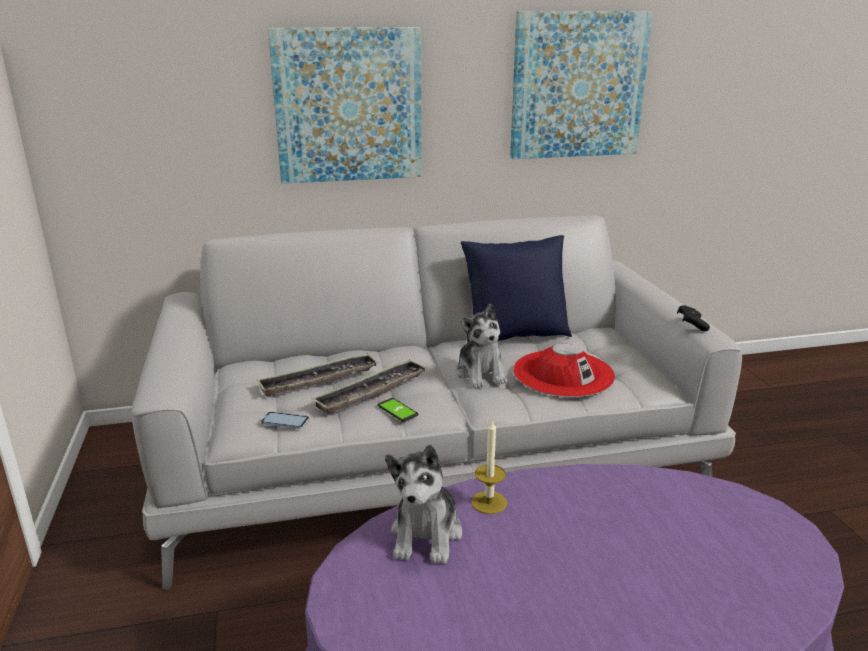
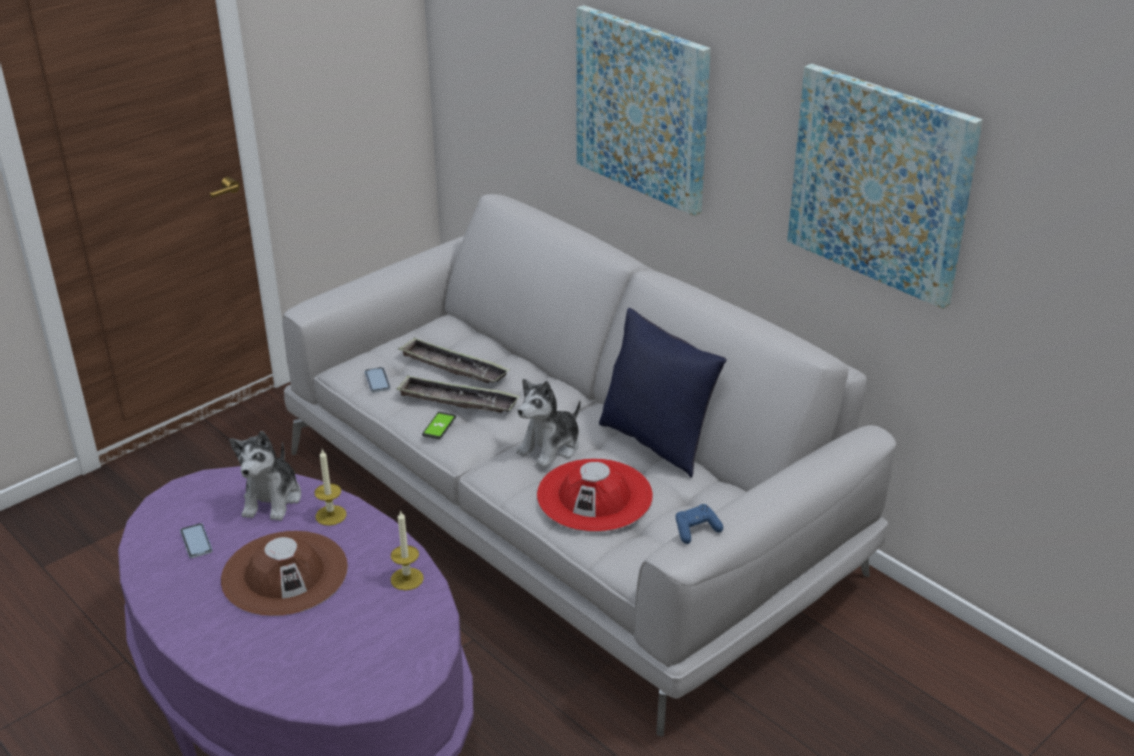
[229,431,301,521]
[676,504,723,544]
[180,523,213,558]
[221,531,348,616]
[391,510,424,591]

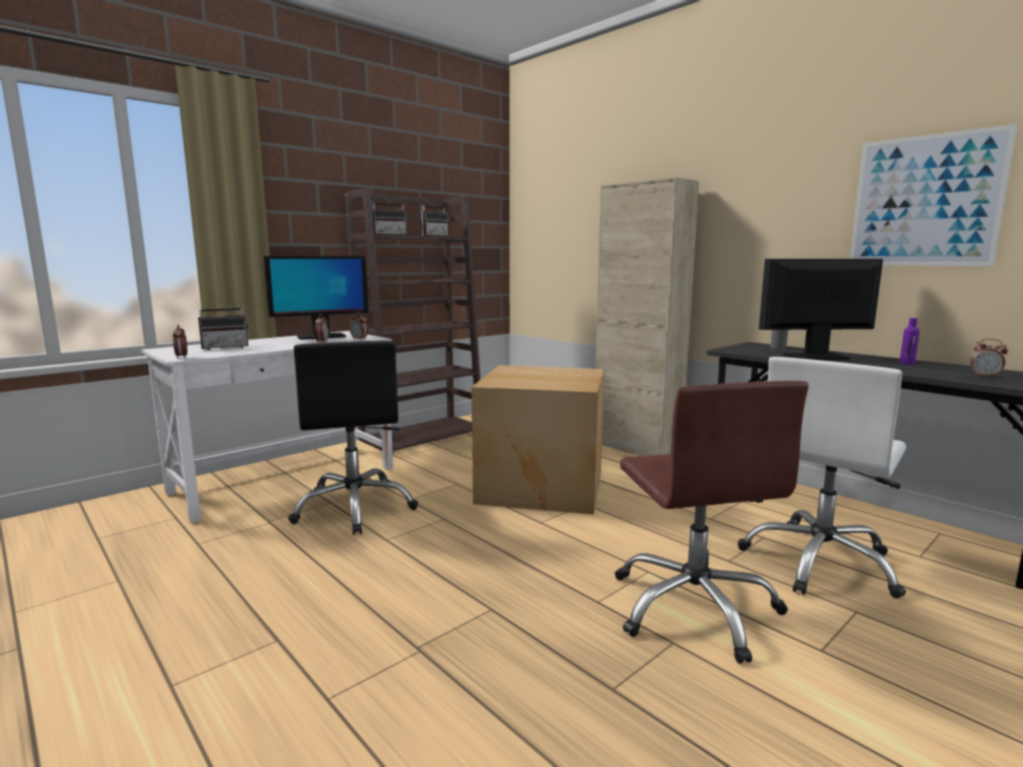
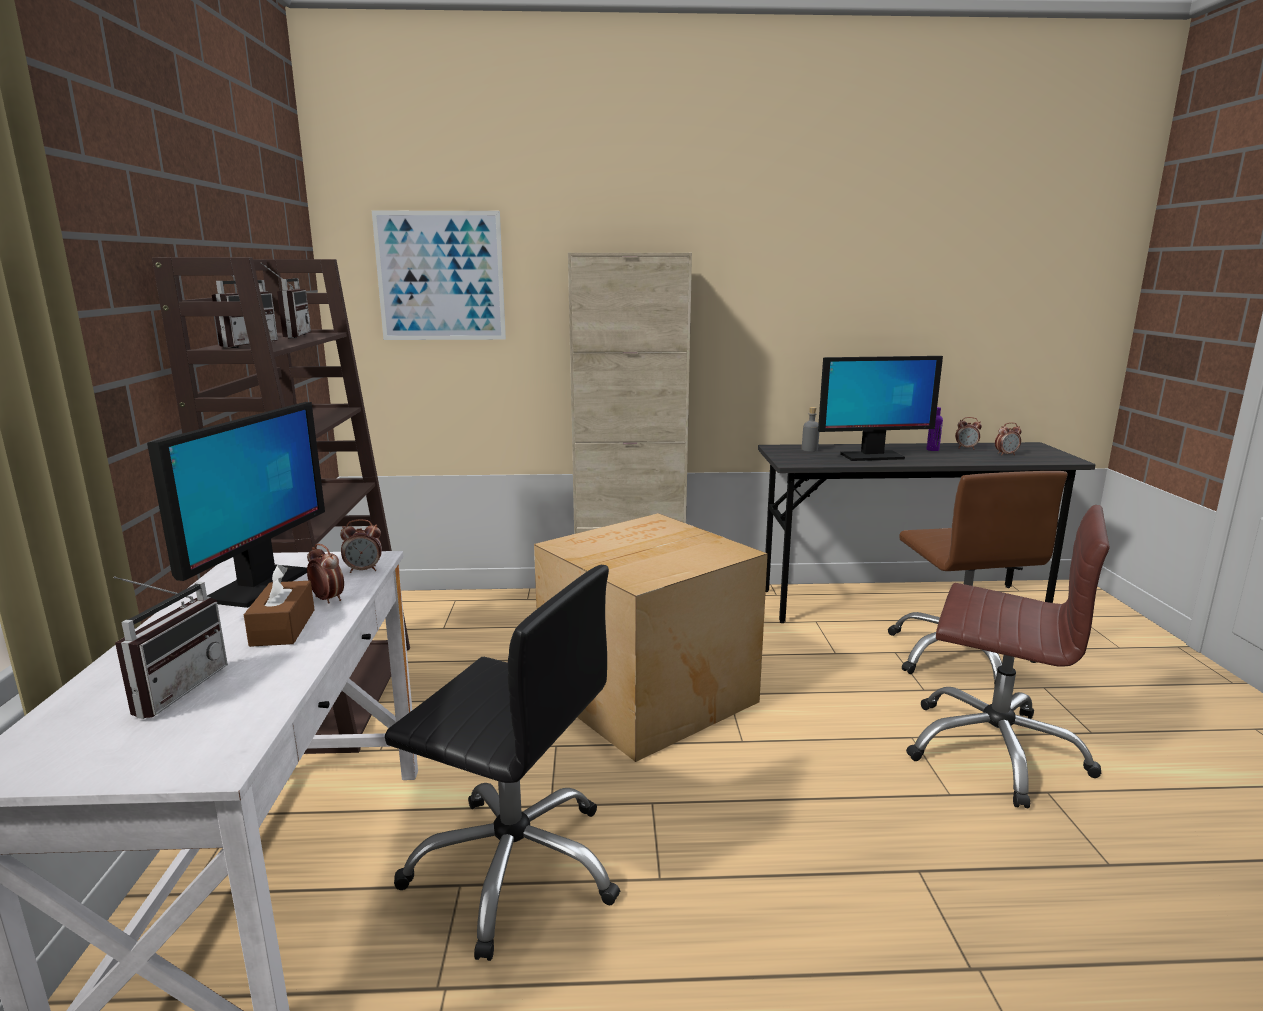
[955,417,982,449]
[888,471,1067,688]
[818,356,943,461]
[372,211,506,340]
[244,565,315,647]

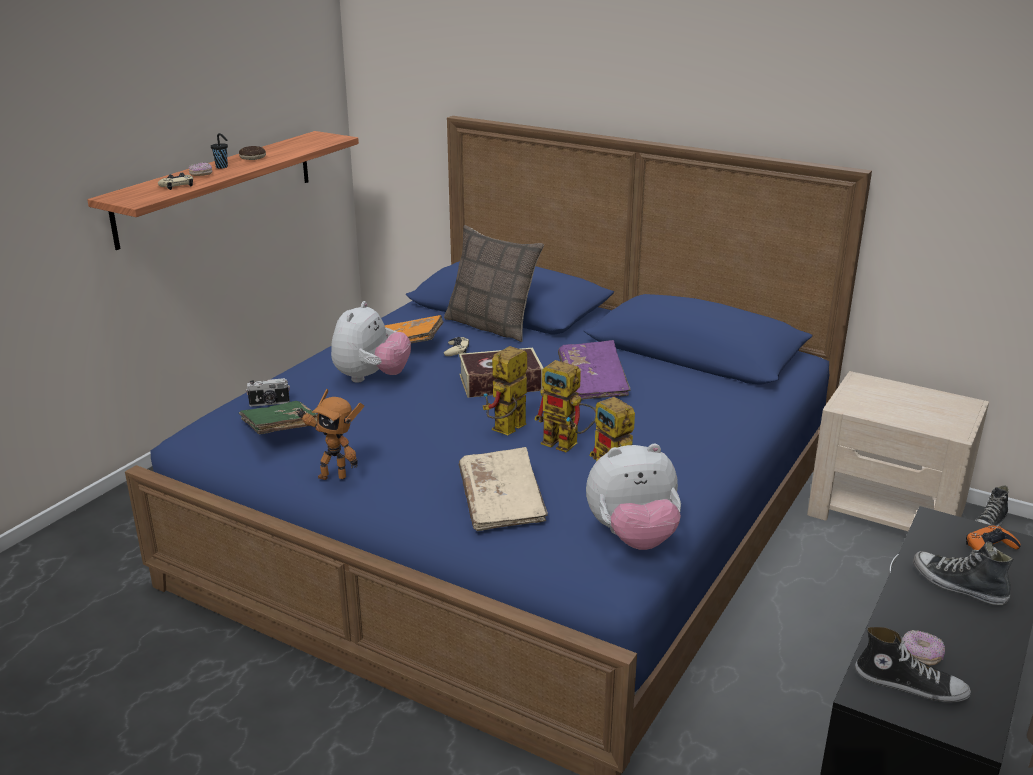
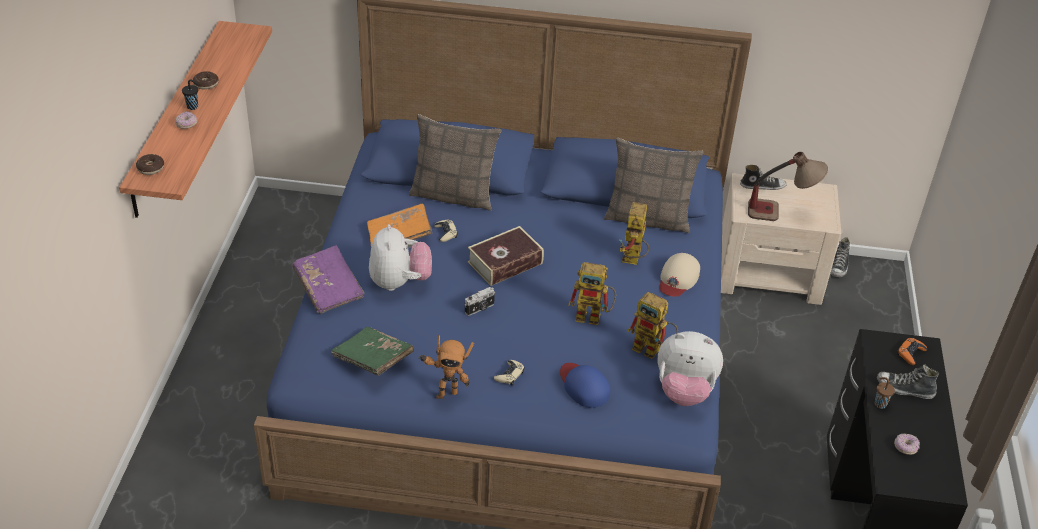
[494,360,525,386]
[465,287,495,316]
[560,363,610,408]
[619,202,649,265]
[292,245,364,314]
[658,331,723,406]
[740,165,787,190]
[136,154,164,175]
[604,138,704,233]
[659,253,700,297]
[748,152,828,221]
[875,377,895,409]

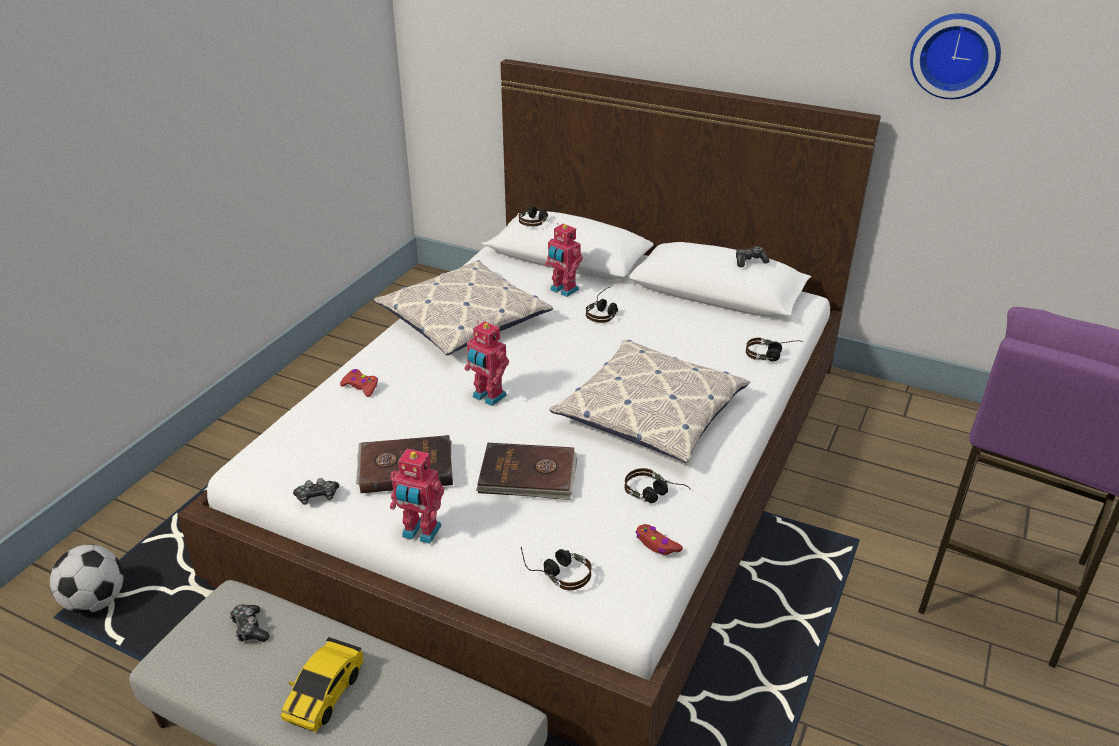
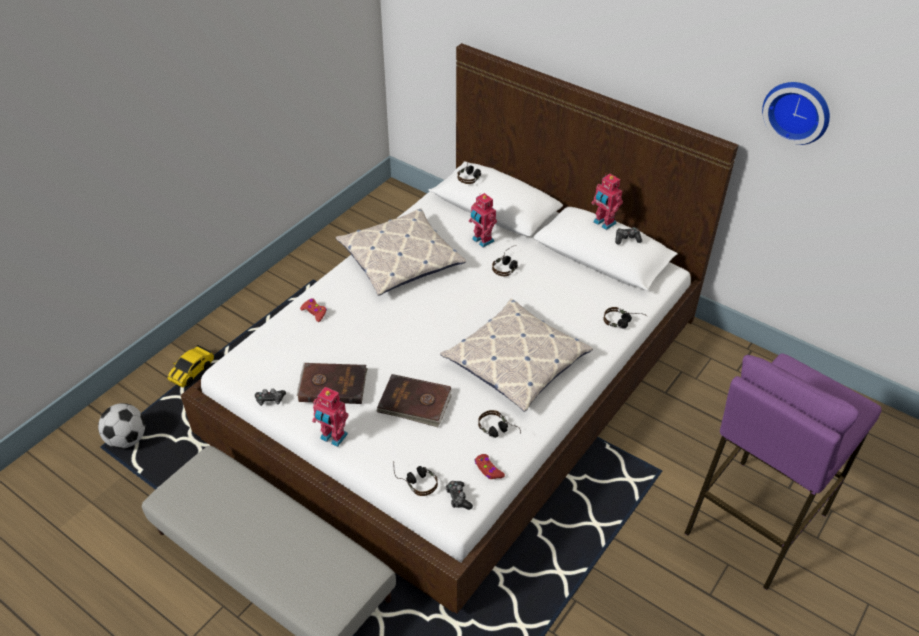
[446,481,473,510]
[167,344,214,388]
[591,174,623,230]

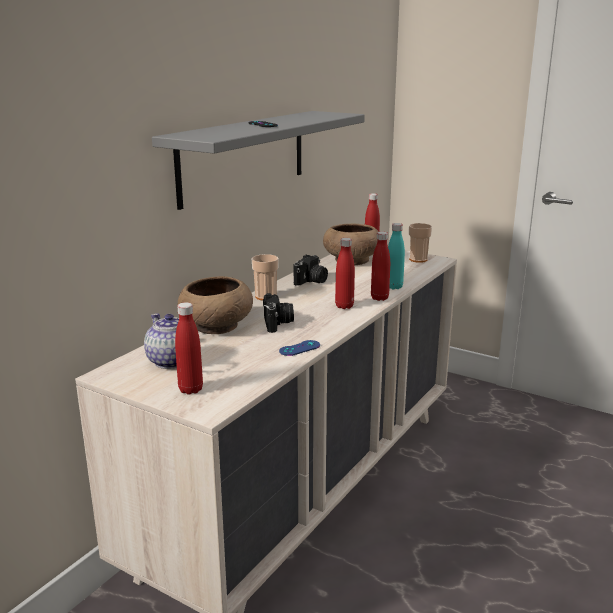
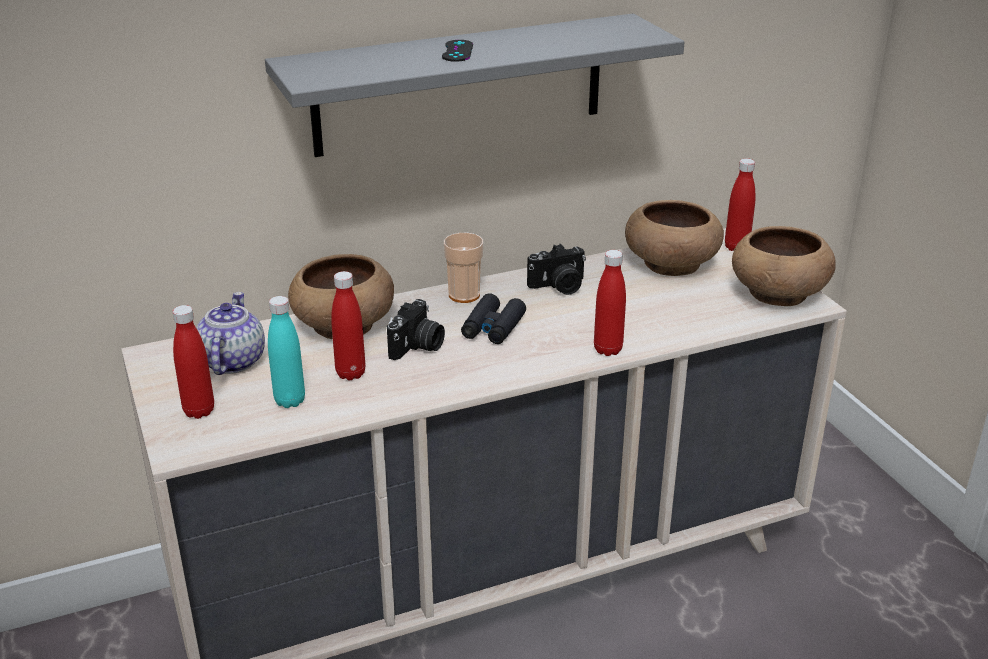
[279,340,320,356] (first image)
[331,271,366,380]
[268,296,305,408]
[732,226,836,306]
[461,293,526,344]

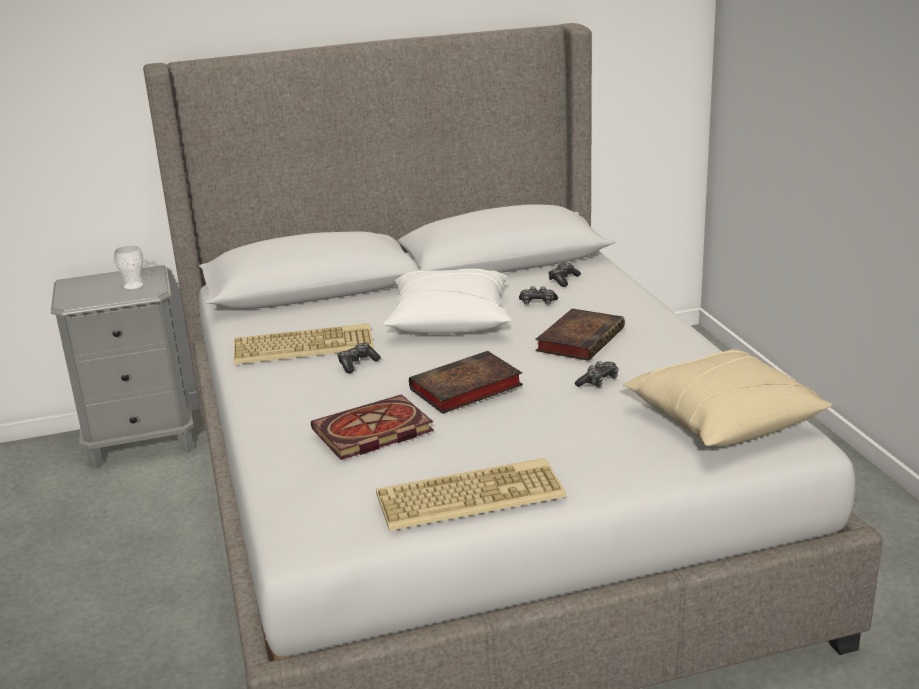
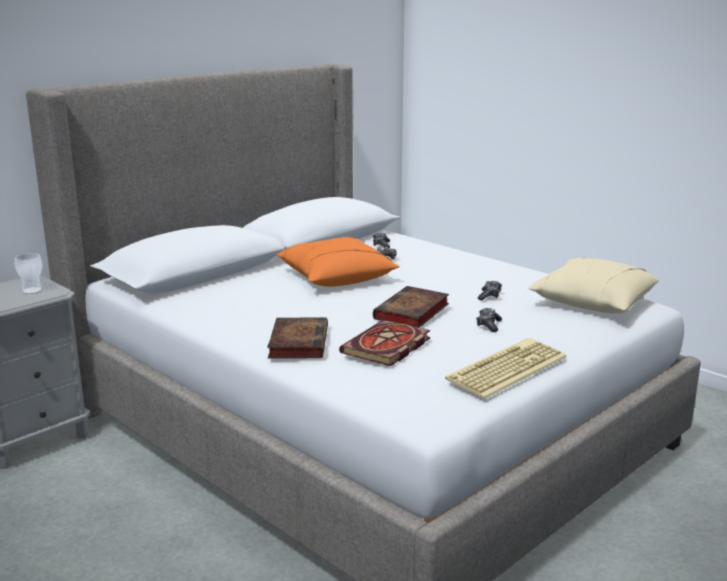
[234,323,374,364] (first image)
[476,308,502,332]
[276,237,400,287]
[267,317,328,359]

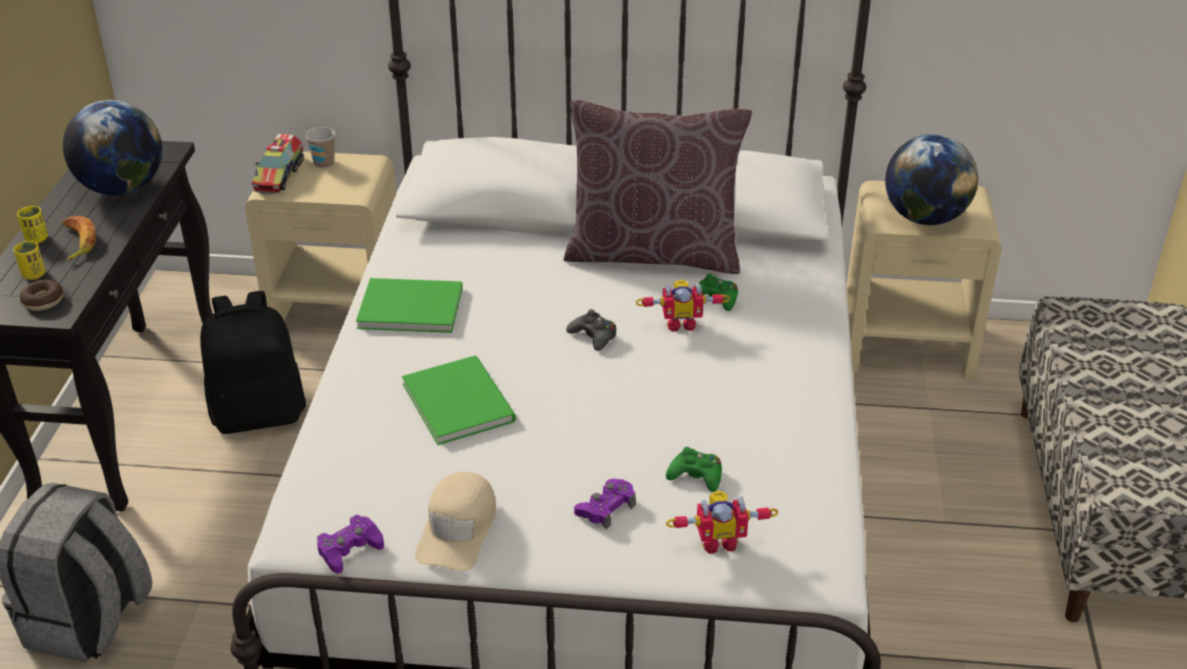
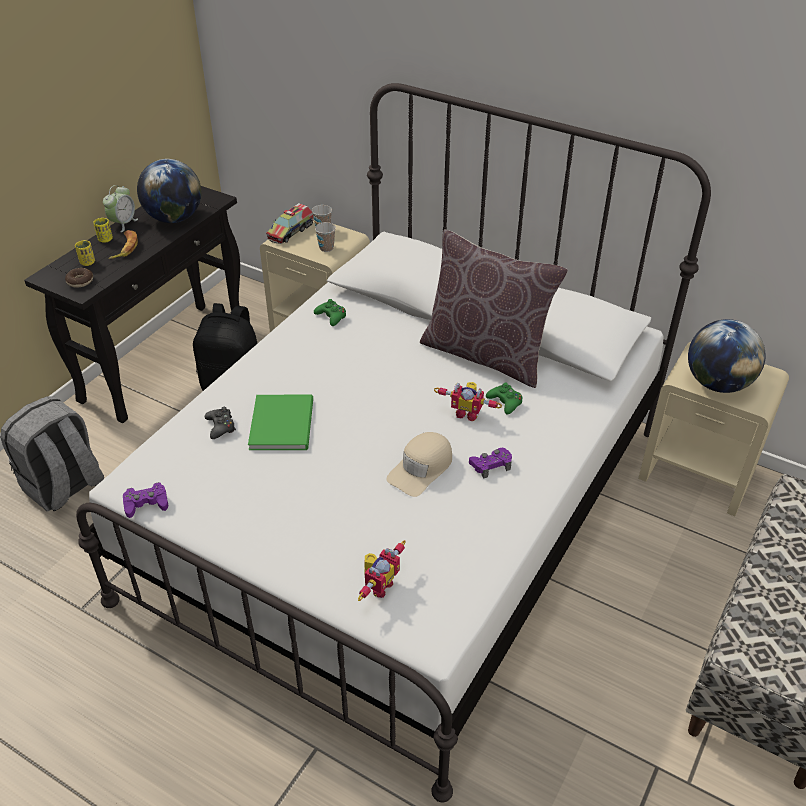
[356,278,463,333] (first image)
[387,432,452,497]
[205,407,236,439]
[469,448,512,479]
[314,299,346,326]
[358,540,406,601]
[103,185,138,232]
[315,222,336,252]

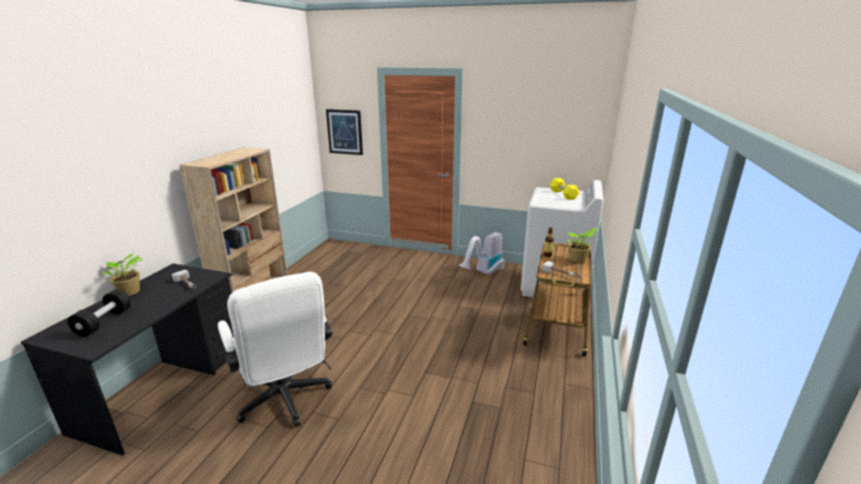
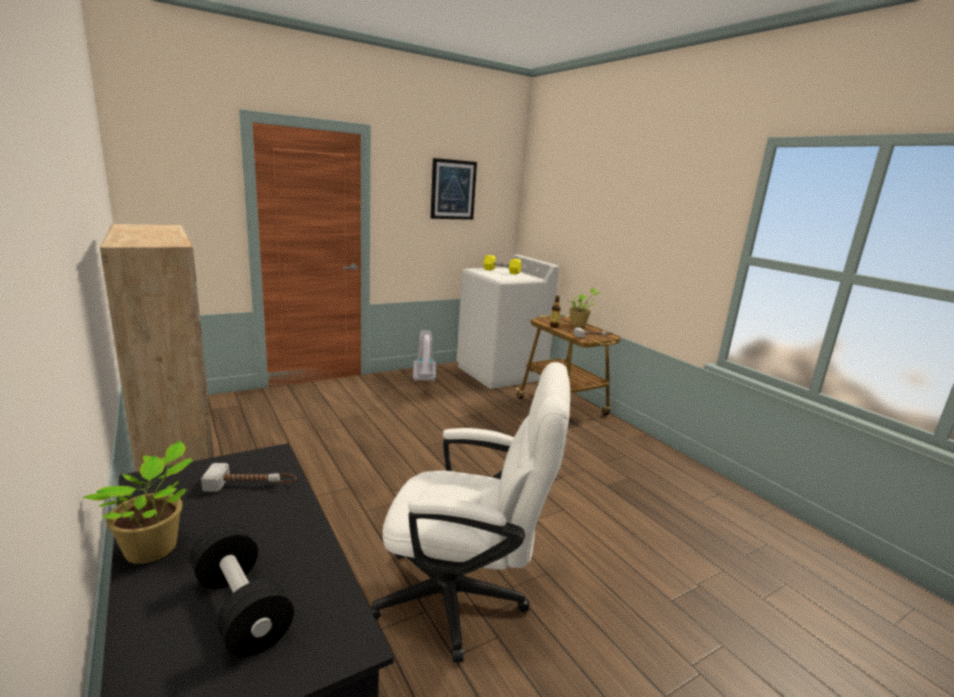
[430,158,477,220]

